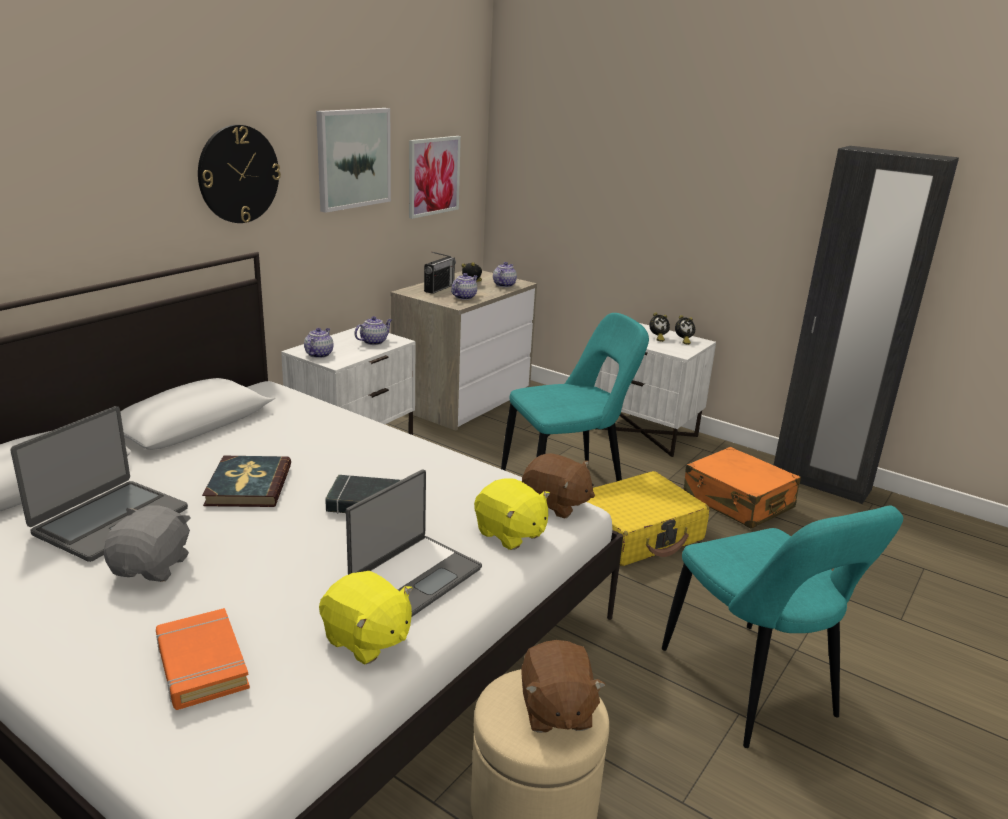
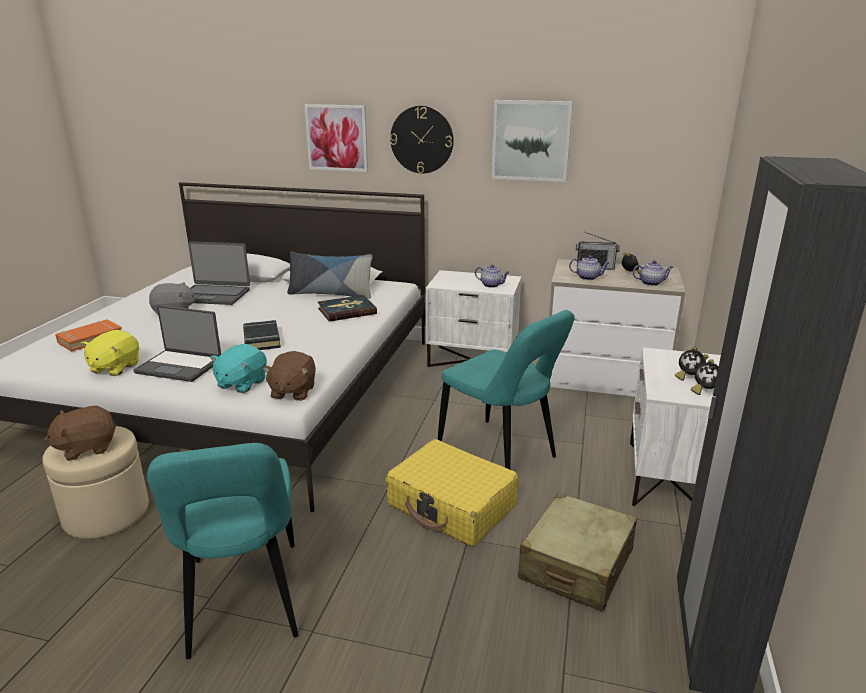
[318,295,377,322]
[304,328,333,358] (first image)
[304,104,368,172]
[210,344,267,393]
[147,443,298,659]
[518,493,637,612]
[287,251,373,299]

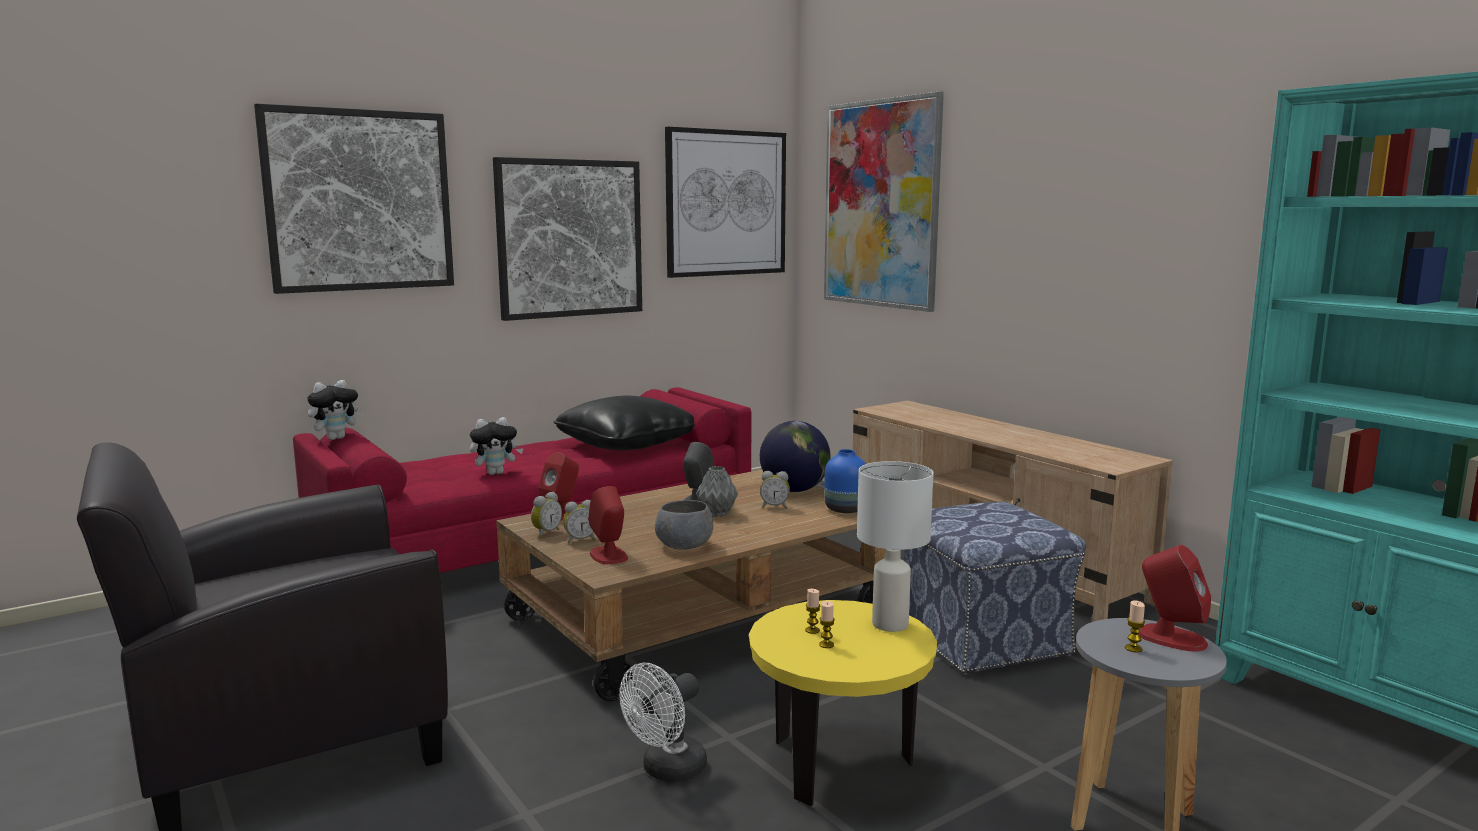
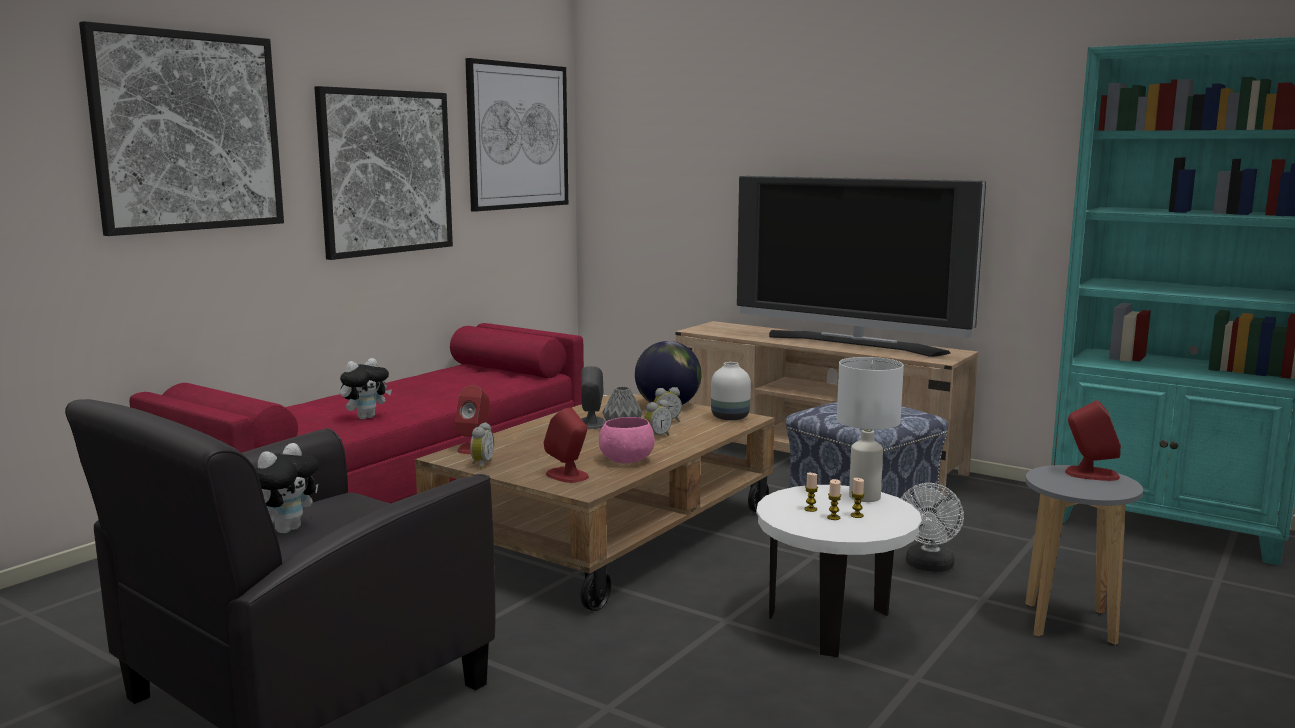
[255,443,319,533]
[554,395,695,450] (first image)
[644,400,672,436]
[901,483,964,572]
[599,417,655,463]
[756,485,922,657]
[824,91,944,312] (first image)
[711,362,751,420]
[851,478,865,518]
[737,176,986,357]

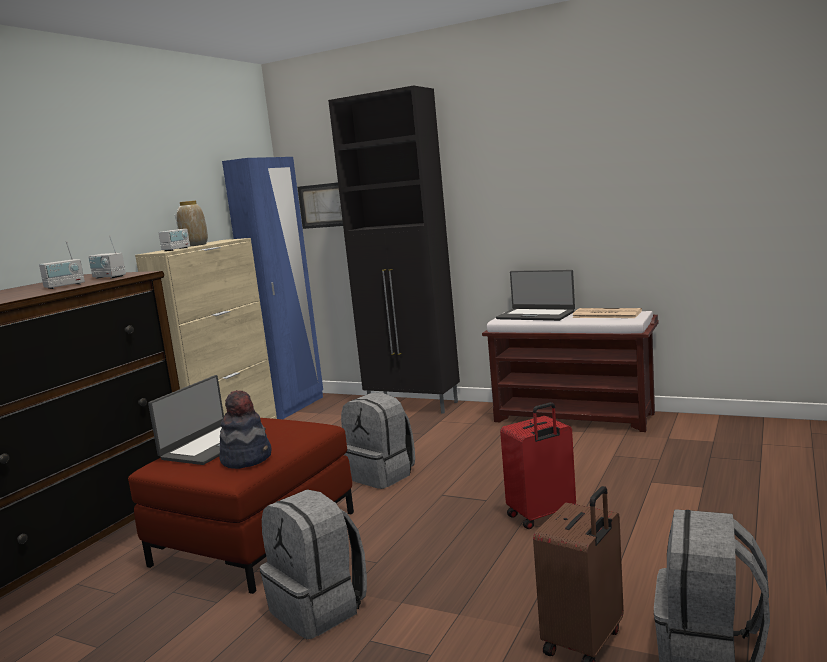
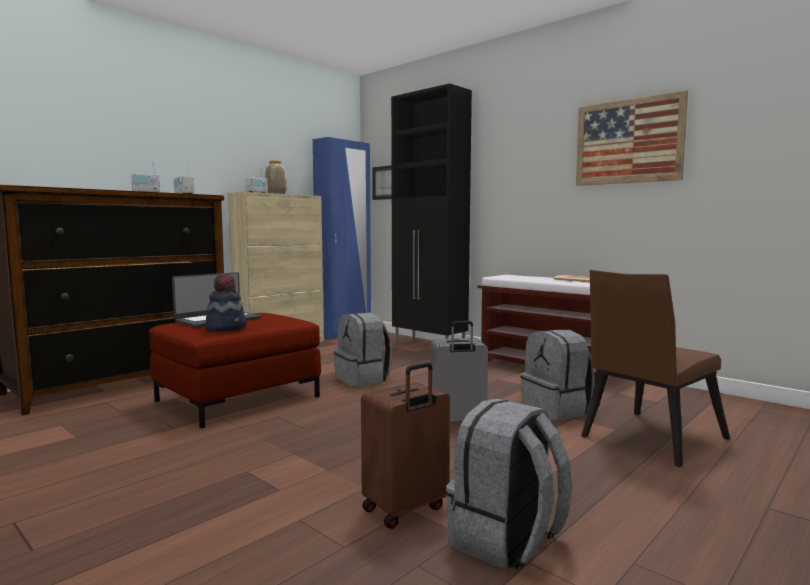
[521,330,595,420]
[496,270,575,321] (first image)
[430,321,488,421]
[576,90,688,186]
[581,270,730,467]

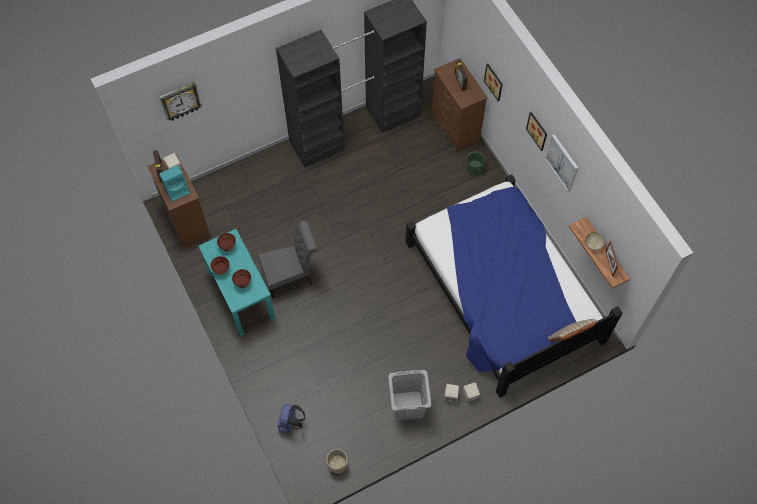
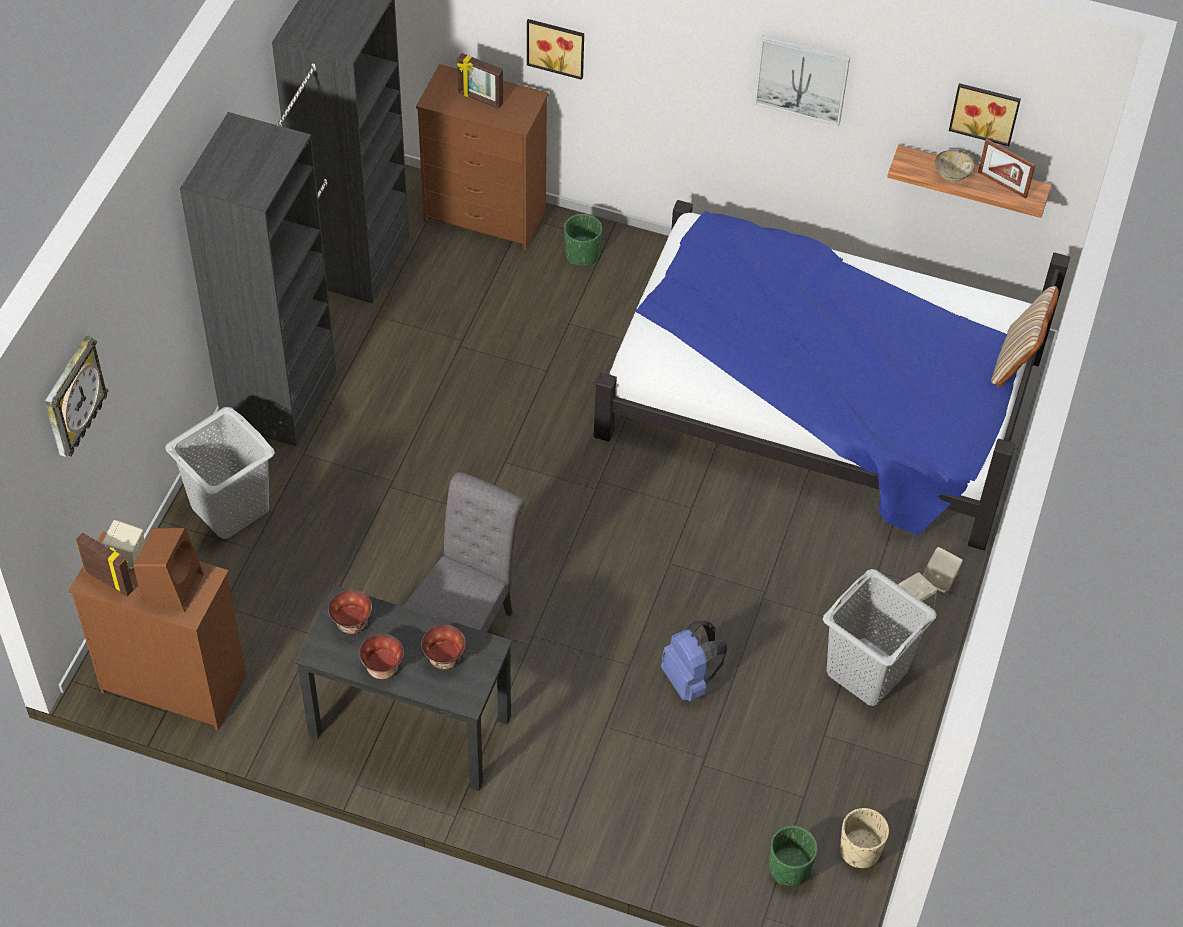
[134,528,204,612]
[295,585,512,791]
[661,621,727,701]
[949,83,1021,146]
[165,407,275,539]
[769,826,818,886]

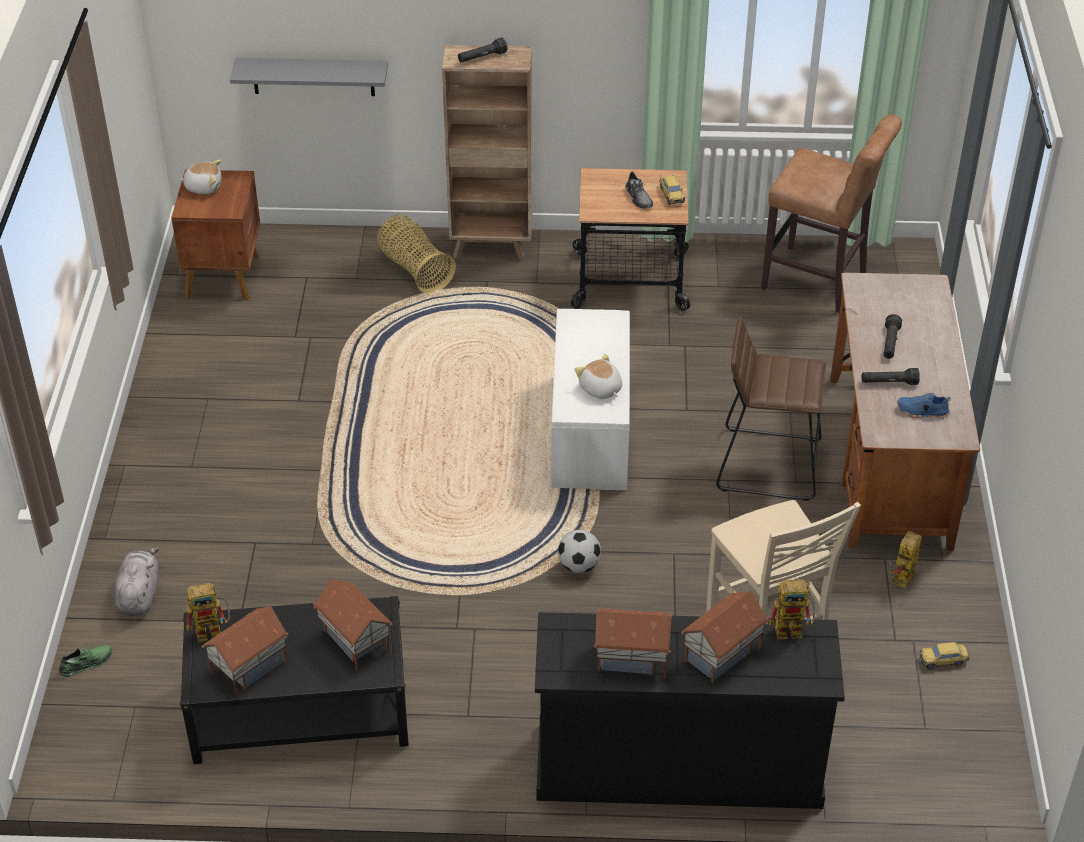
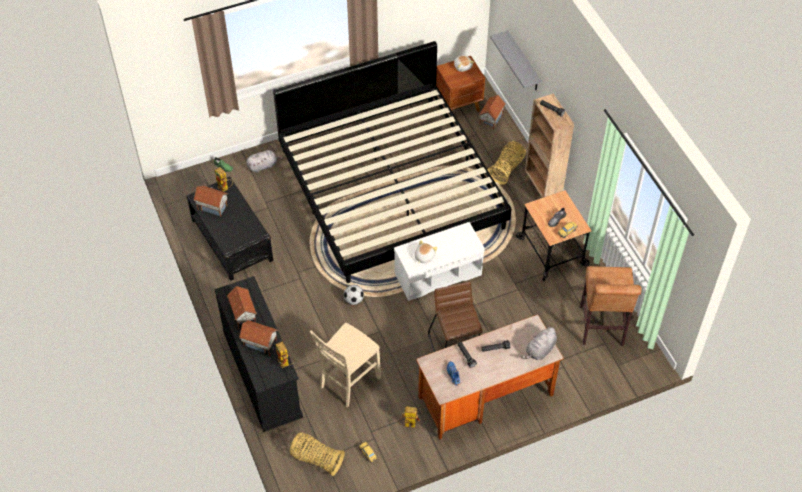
[479,95,506,130]
[273,41,511,283]
[290,432,345,476]
[521,326,557,360]

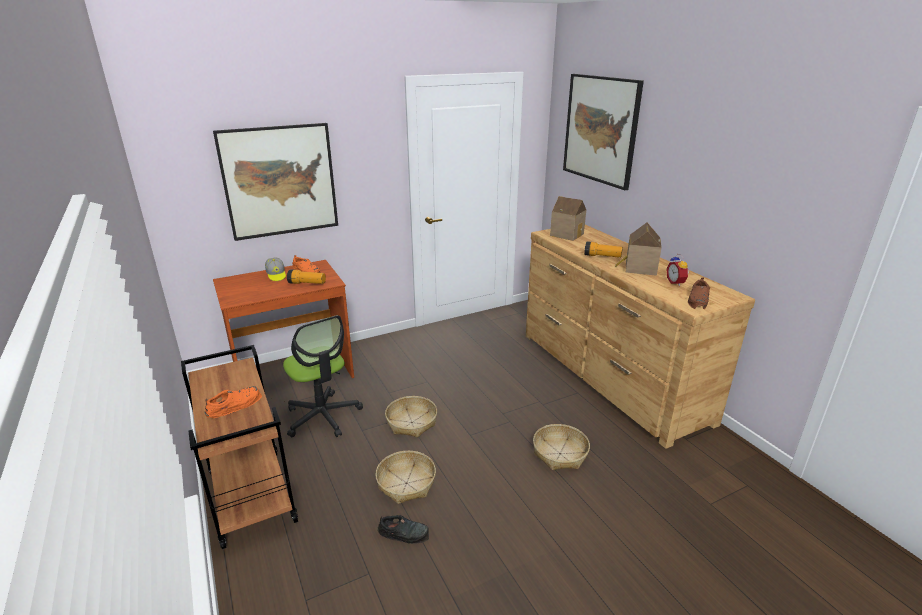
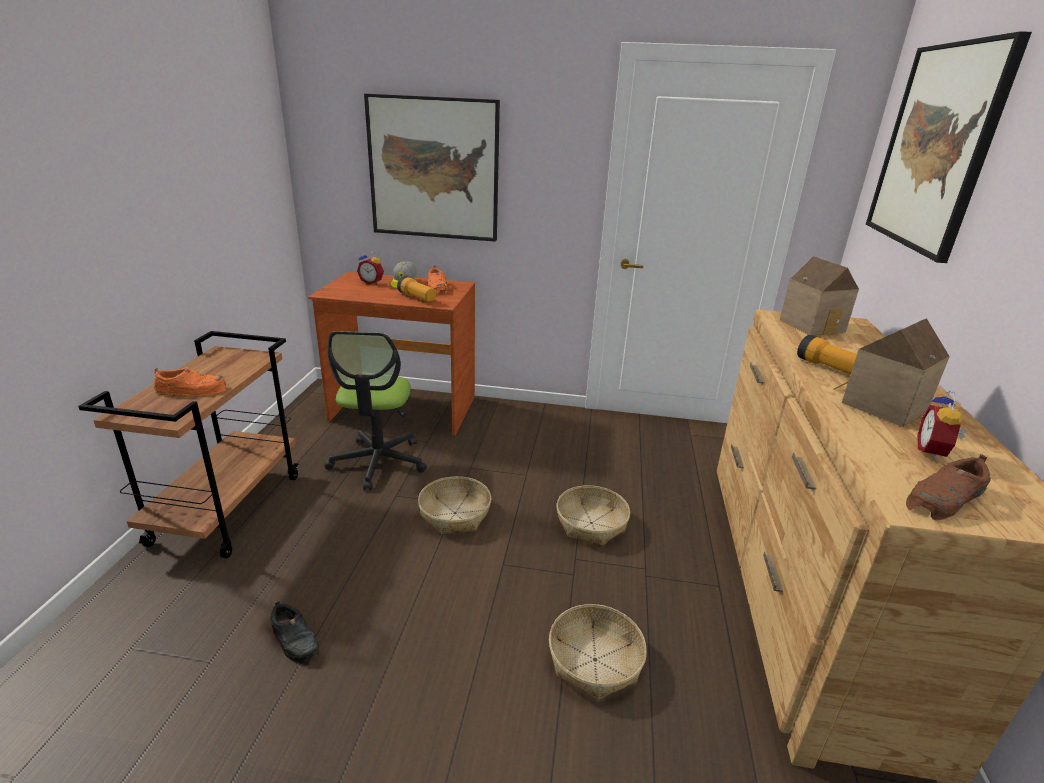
[557,485,630,546]
[357,250,384,284]

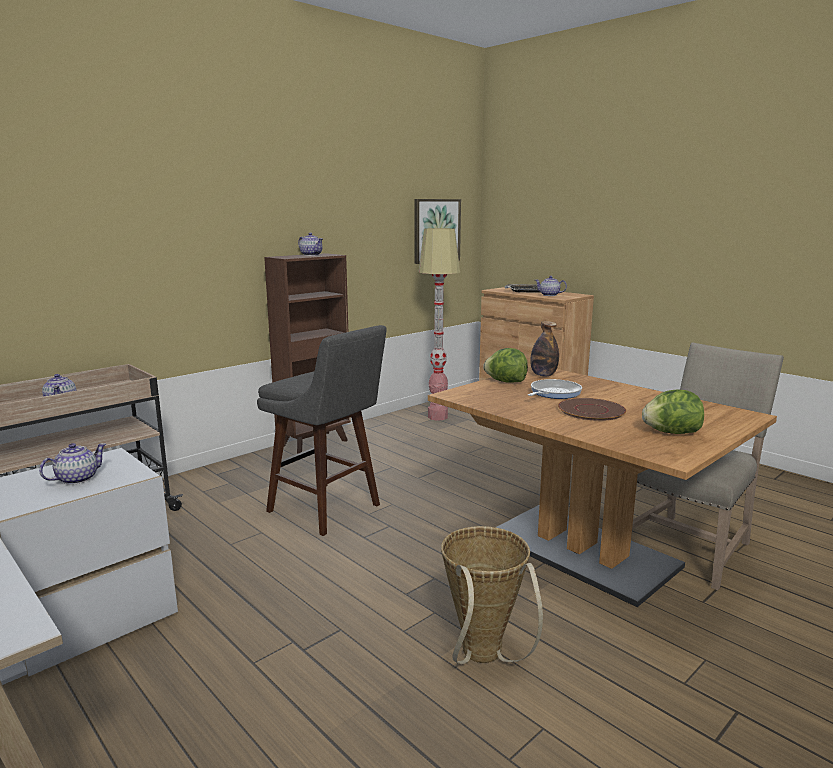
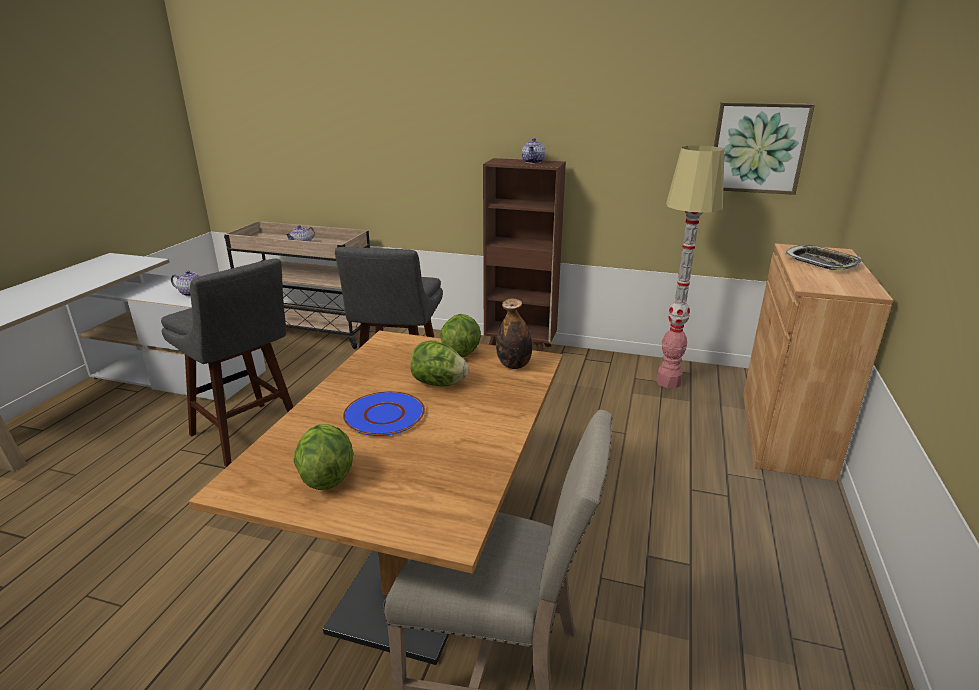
[441,526,543,664] (first image)
[411,340,469,387]
[535,276,567,296] (first image)
[343,391,425,436]
[161,259,293,467]

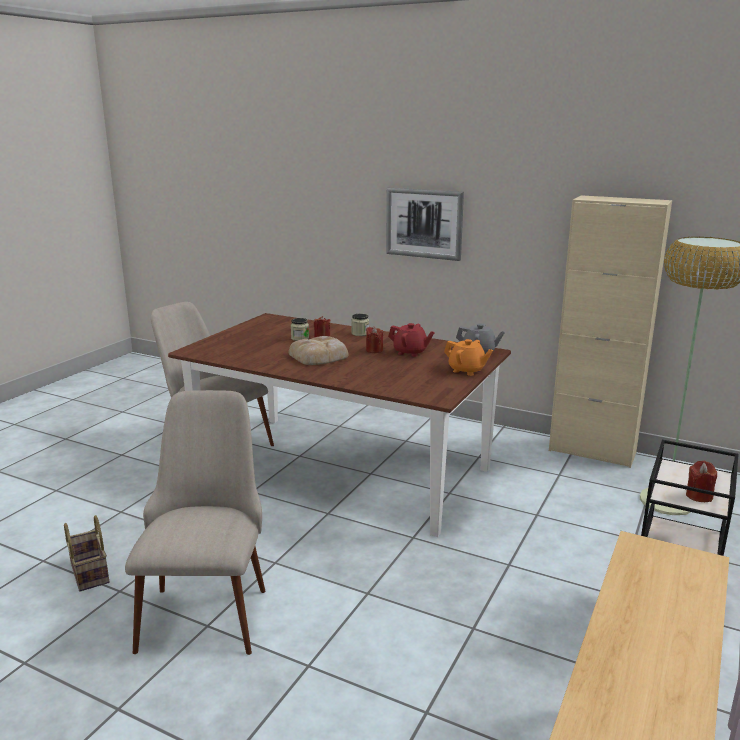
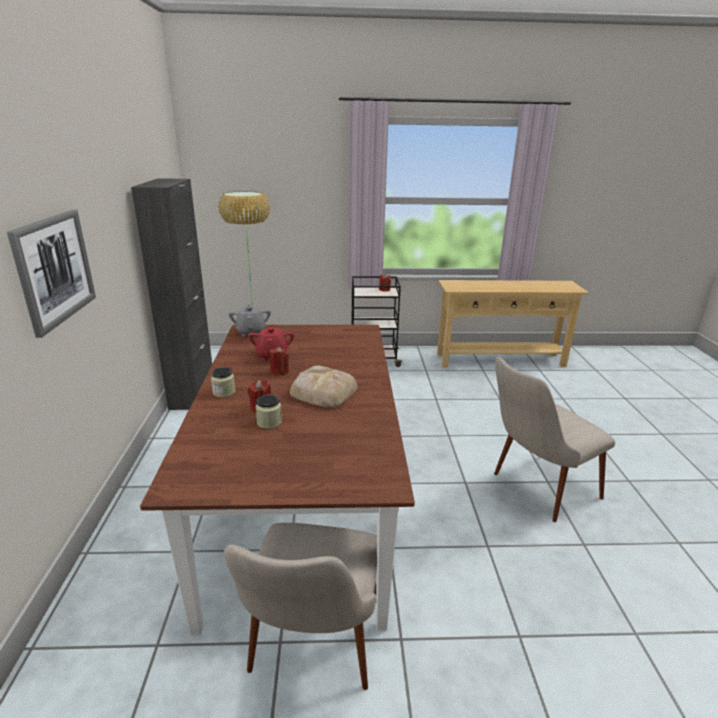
[64,515,110,591] (first image)
[444,339,493,376] (first image)
[131,178,212,410]

